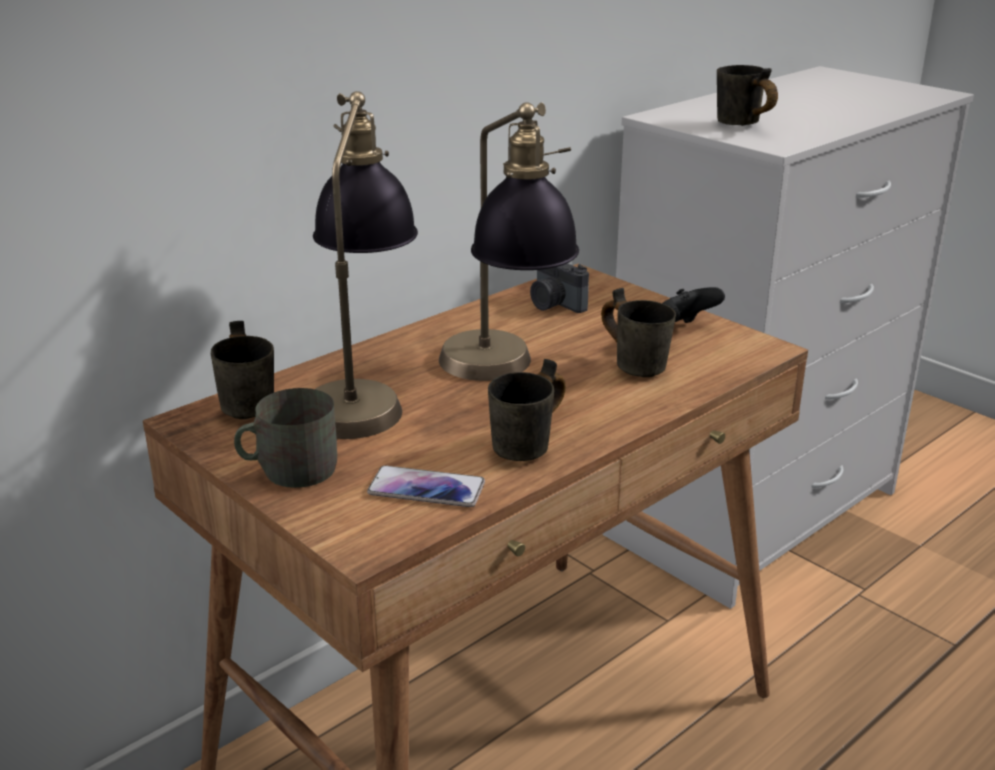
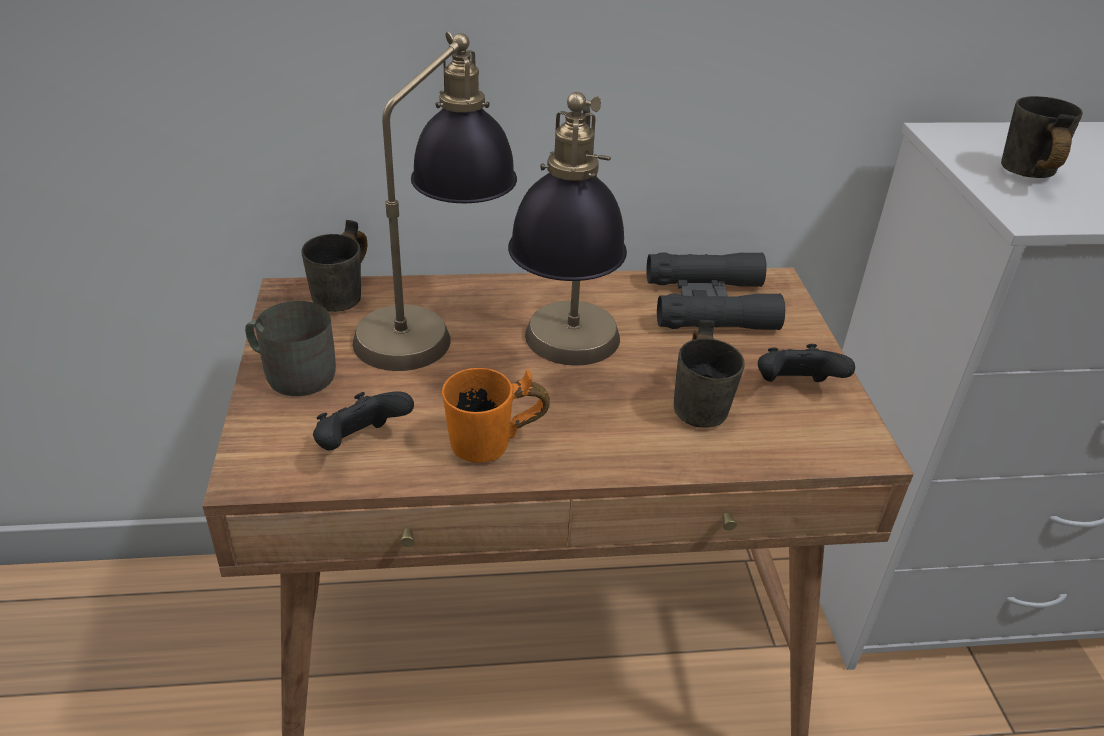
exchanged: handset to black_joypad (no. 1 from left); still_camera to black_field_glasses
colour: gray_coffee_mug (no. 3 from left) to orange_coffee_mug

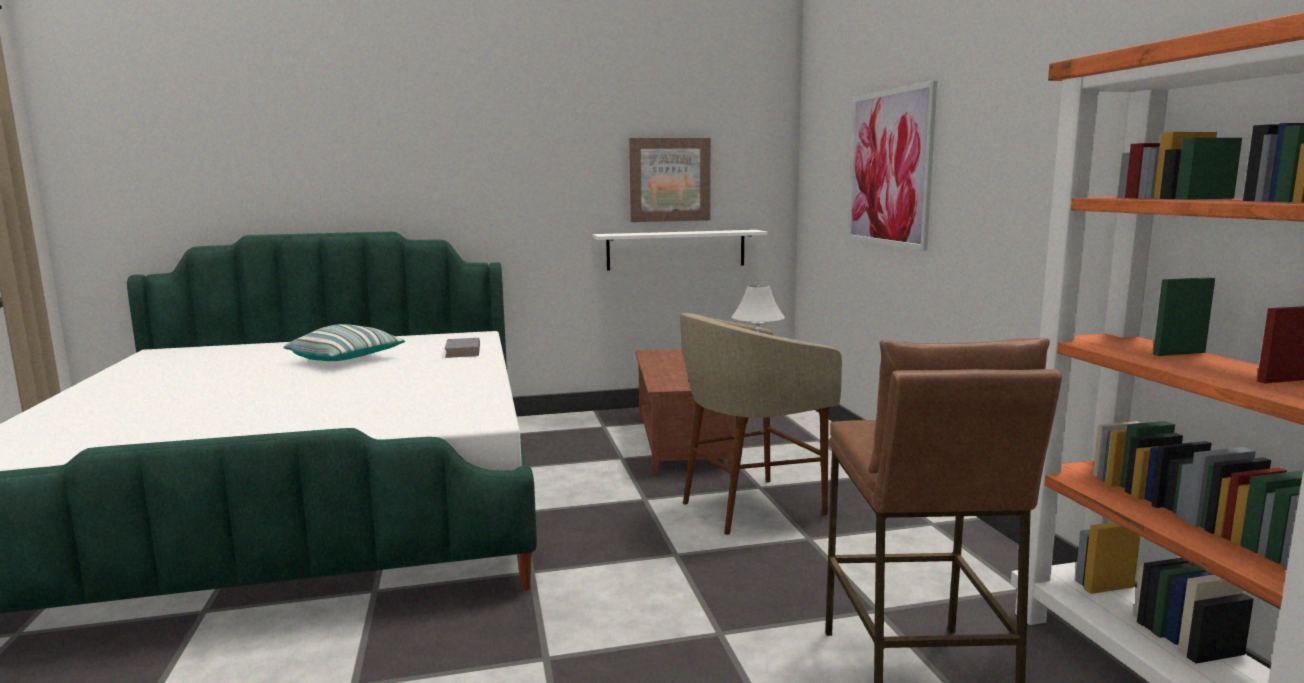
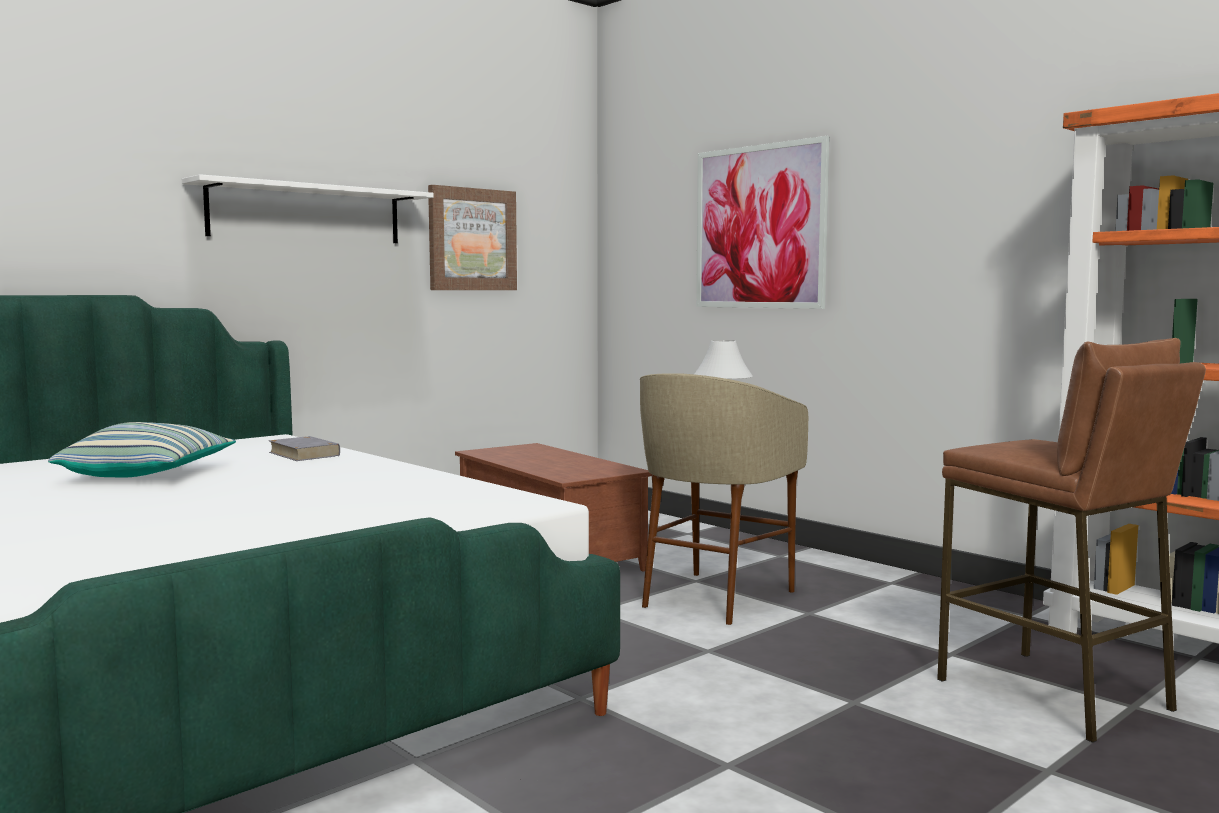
relocated: white-coloured_bracket_shelf

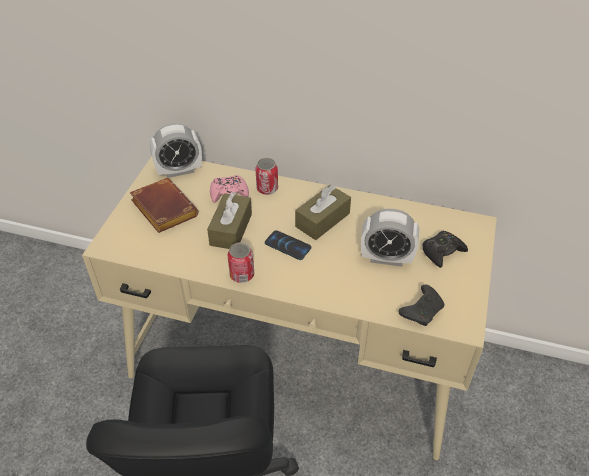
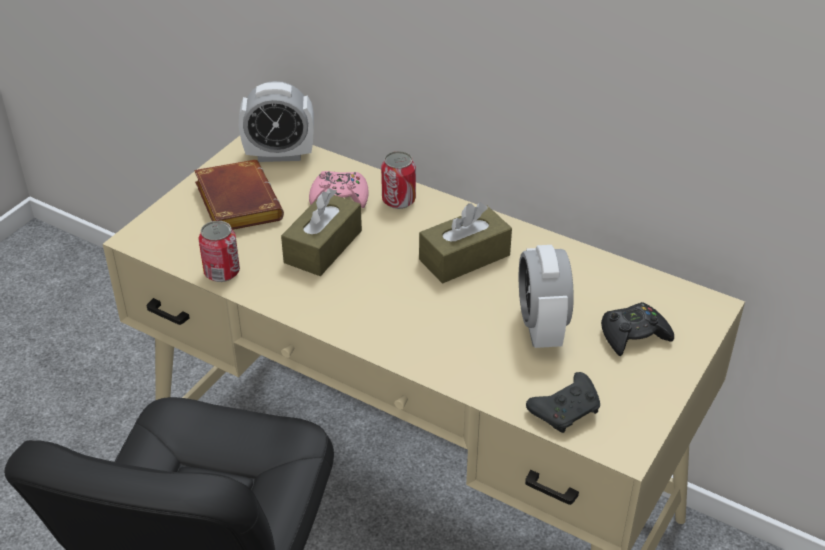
missing: handset
relocated: metal_can (no. 1 from left)
spun: alarm_clock (no. 2 from left) 60 degrees clockwise

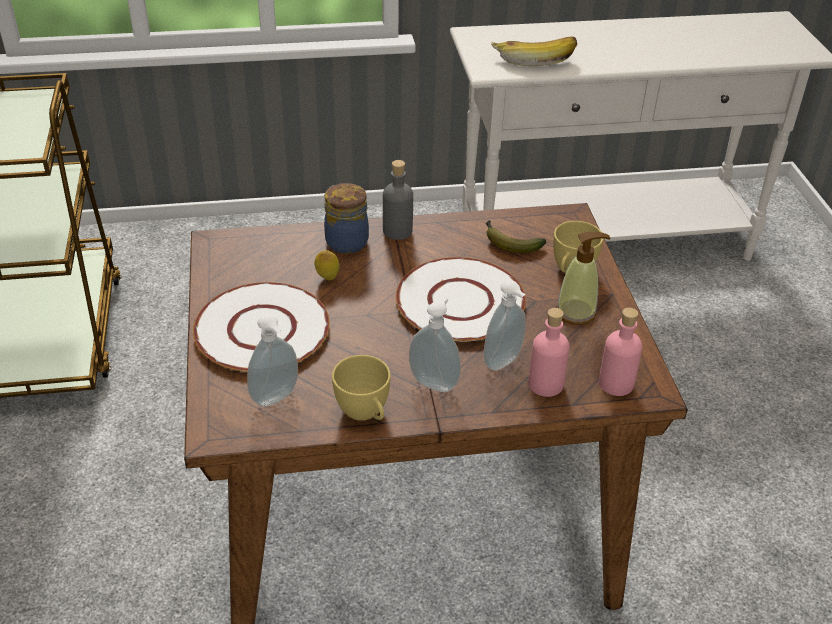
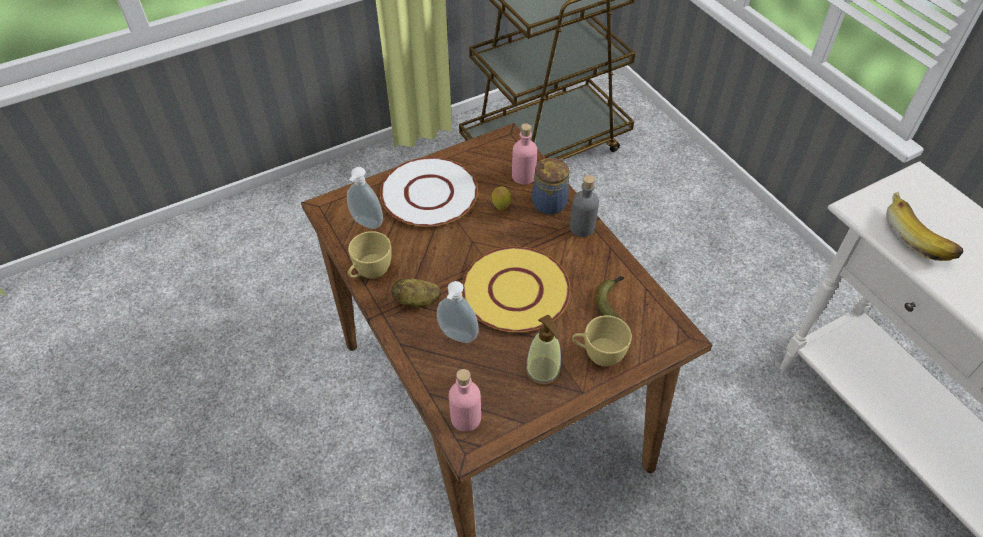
relocated: pink_bottle (no. 1 from left in the first image) to pink_bottle (no. 2 from left)
exchanged: soap_dispenser (no. 2 from left) to spud
colour: white-coloured_plate (no. 2 from left) to yellowish_plate

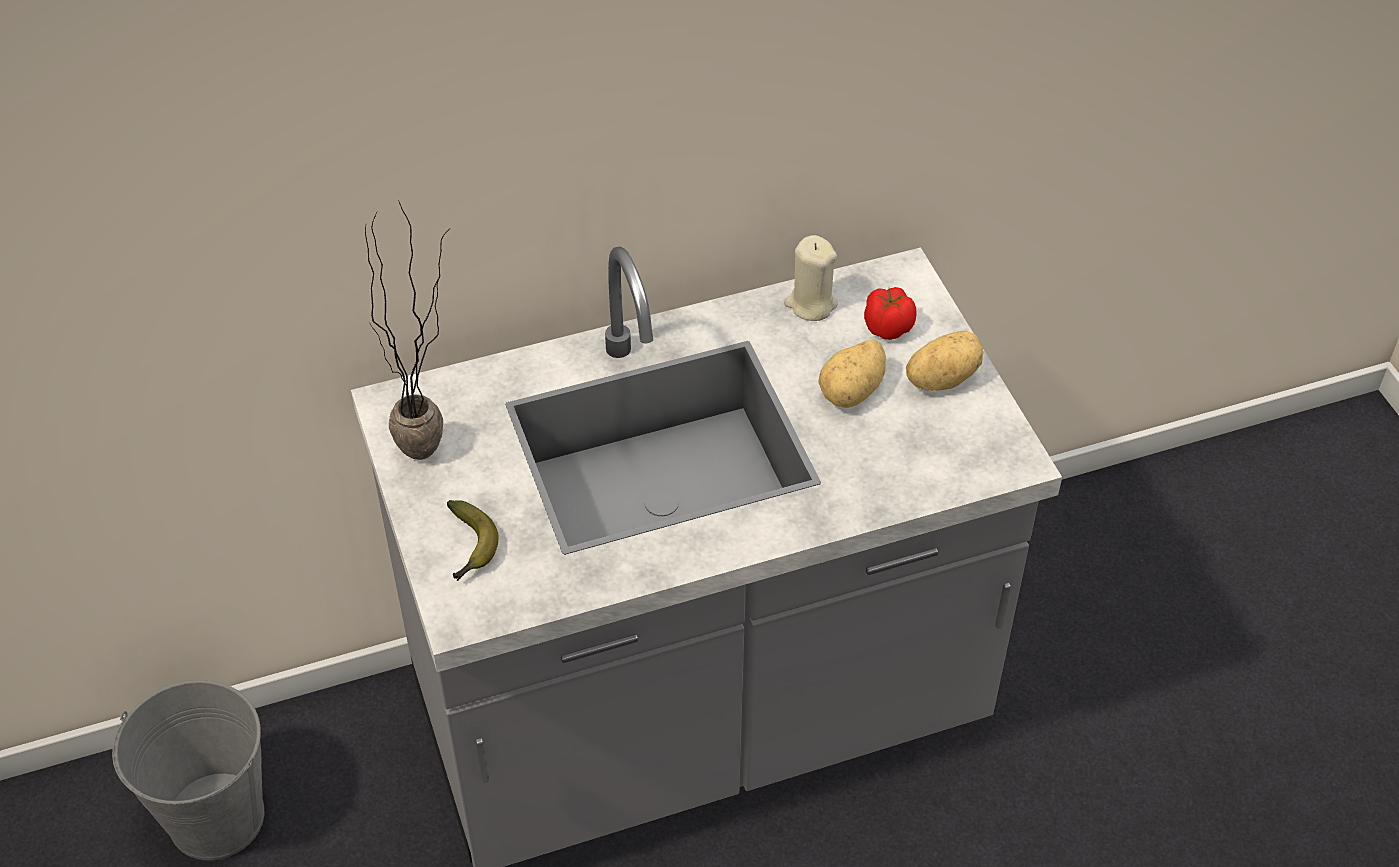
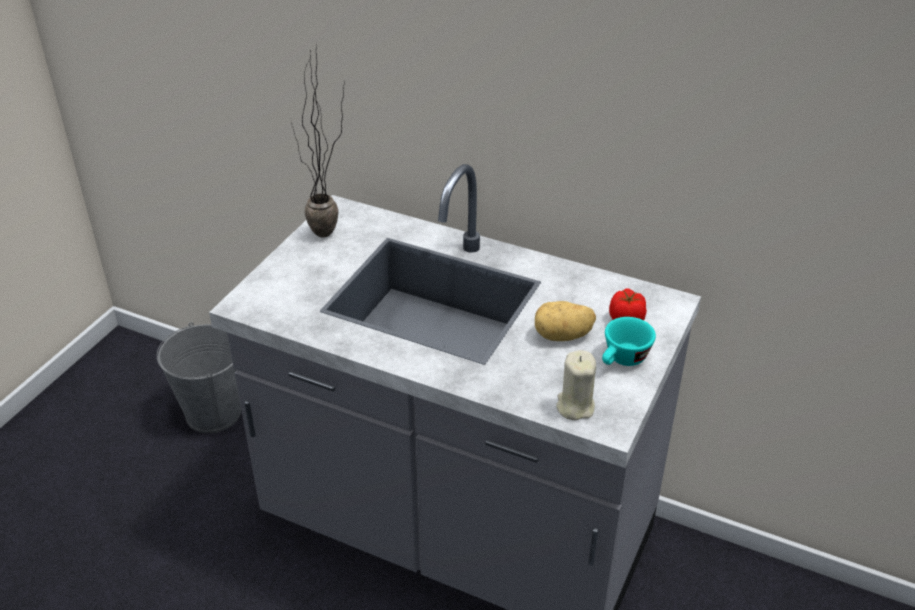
missing: banana
relocated: sand-coloured_wax_light
exchanged: spud (no. 2 from left) to blue-green_small_cup

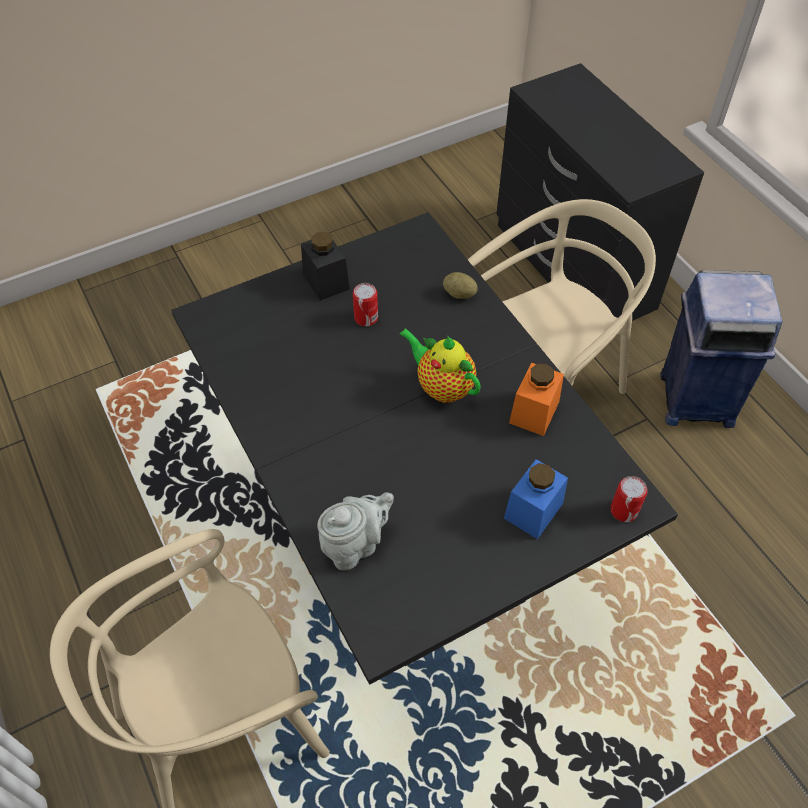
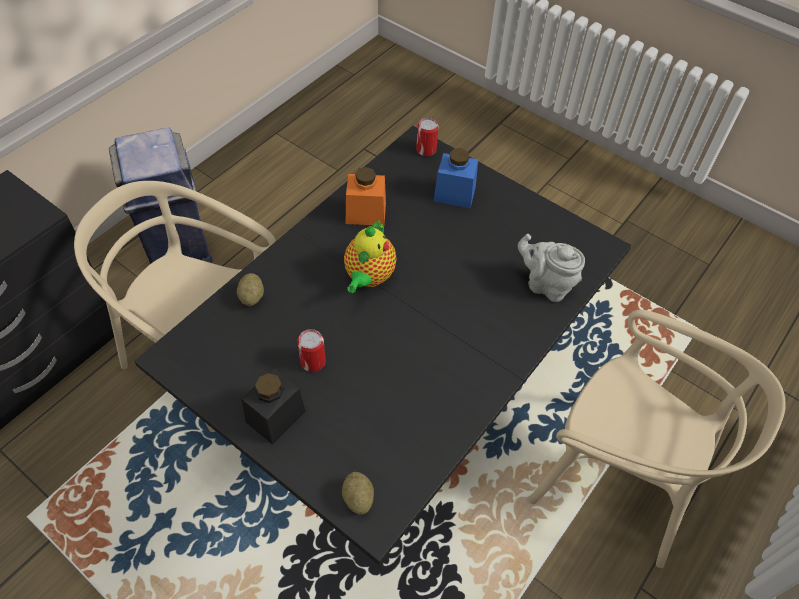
appeared: spud (no. 2 from left)

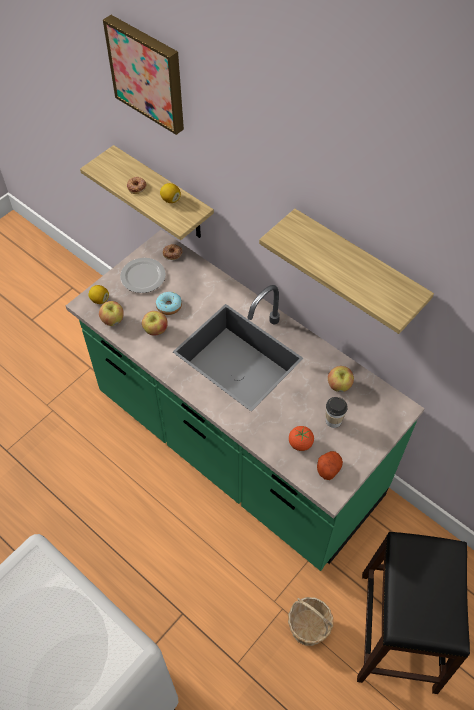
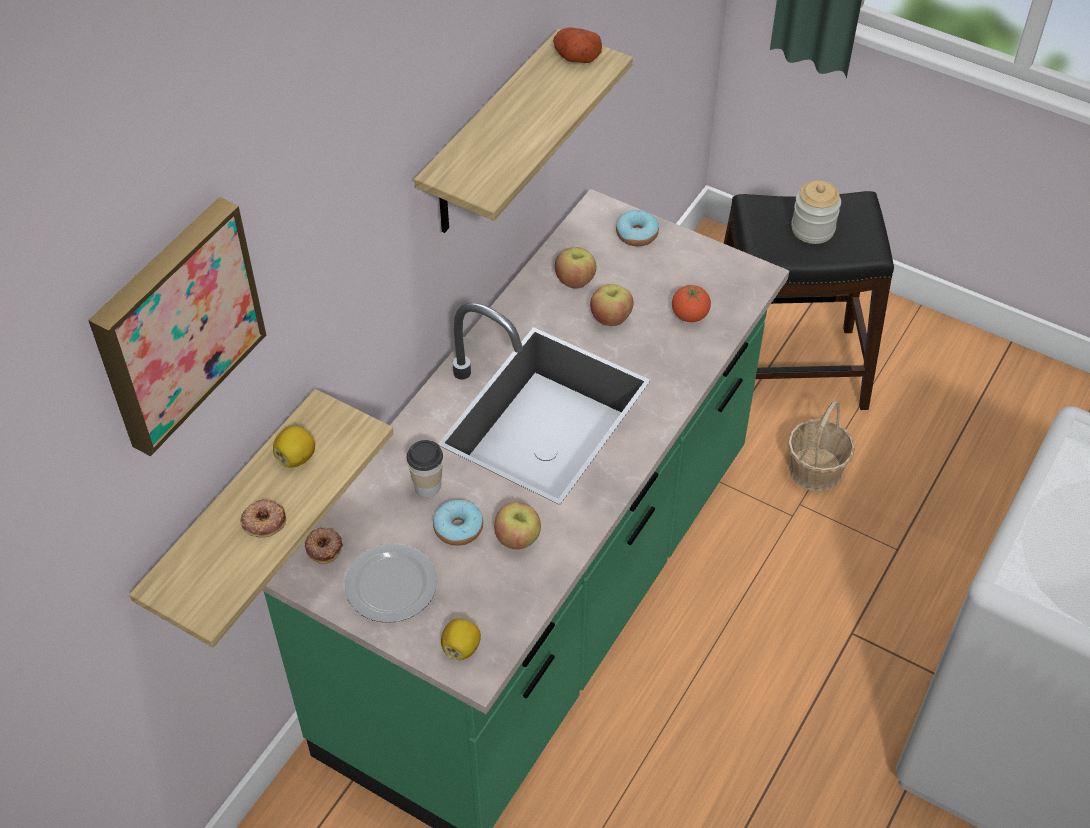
appeared: doughnut (no. 4 from left); storage_jar
relocated: small_cup; spud; whole_apple (no. 1 from left in the first image) to whole_apple (no. 3 from left)

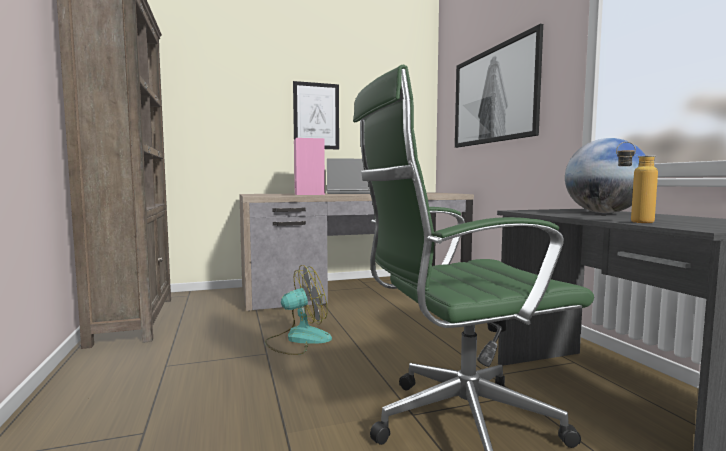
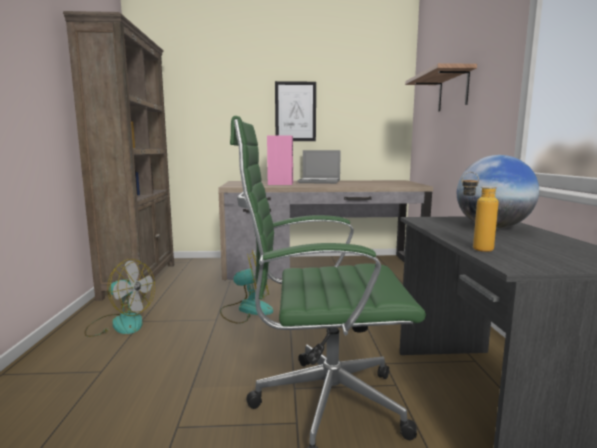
appeared: electric_fan (no. 1 from left)
exchanged: wall_picture (no. 2 from left) to bracket_shelf

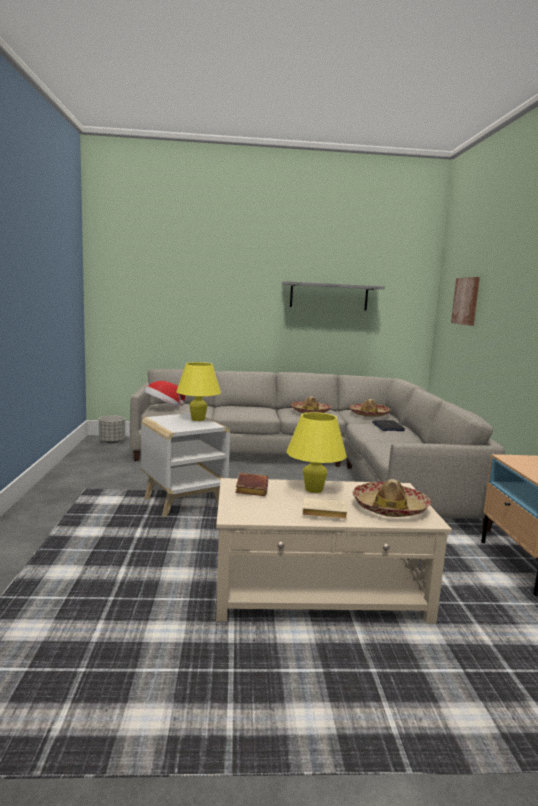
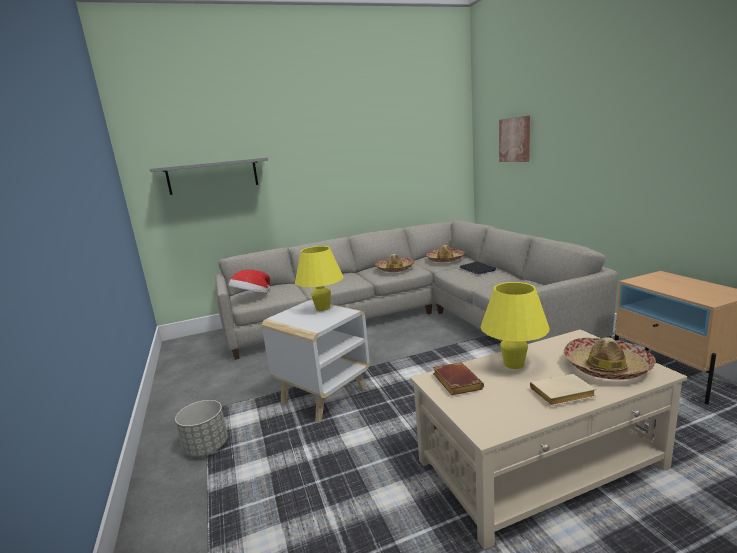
relocated: gray_bracket_shelf; gray_flower_pot

